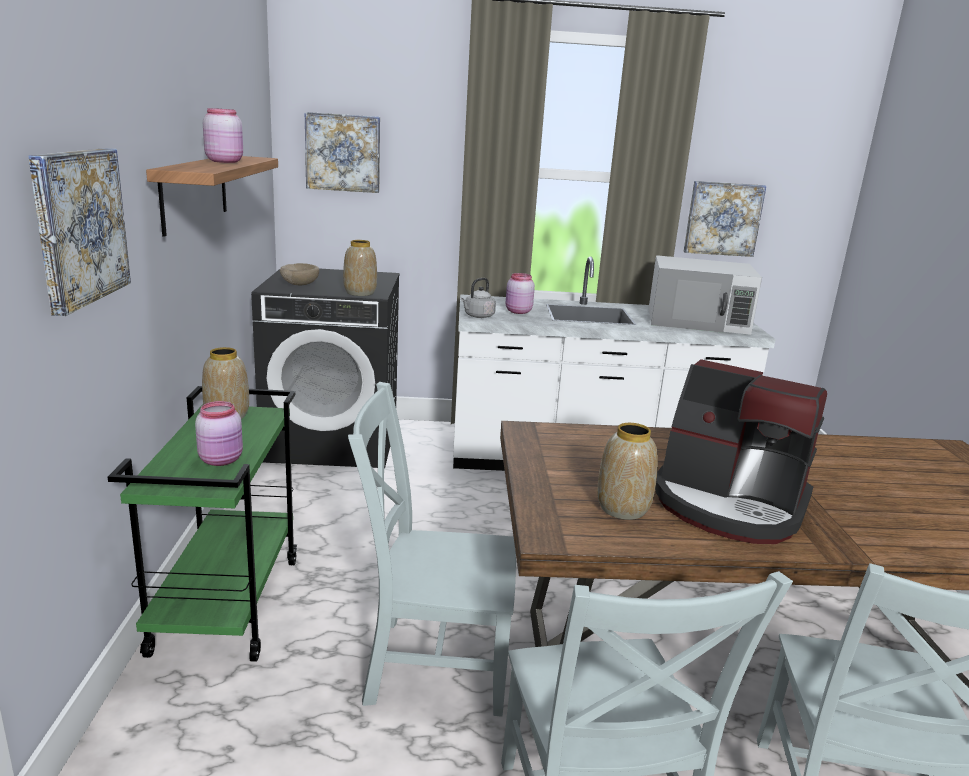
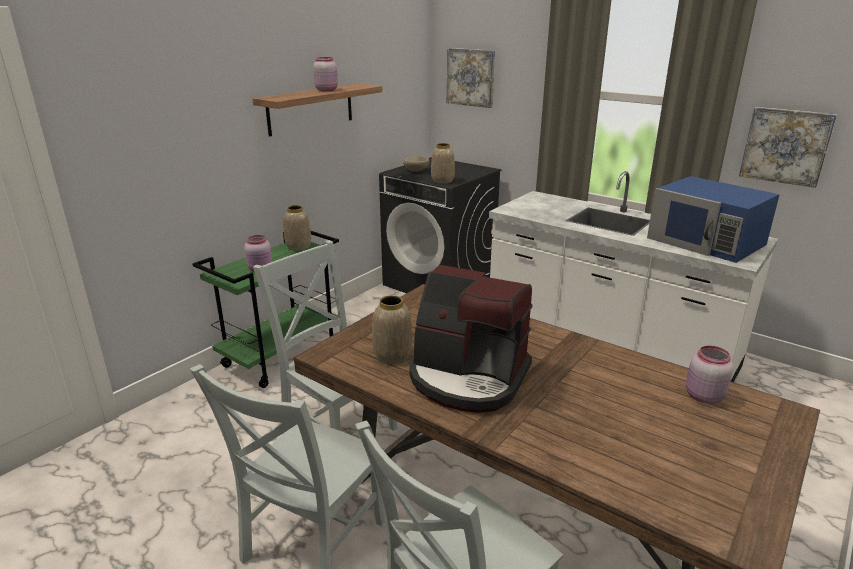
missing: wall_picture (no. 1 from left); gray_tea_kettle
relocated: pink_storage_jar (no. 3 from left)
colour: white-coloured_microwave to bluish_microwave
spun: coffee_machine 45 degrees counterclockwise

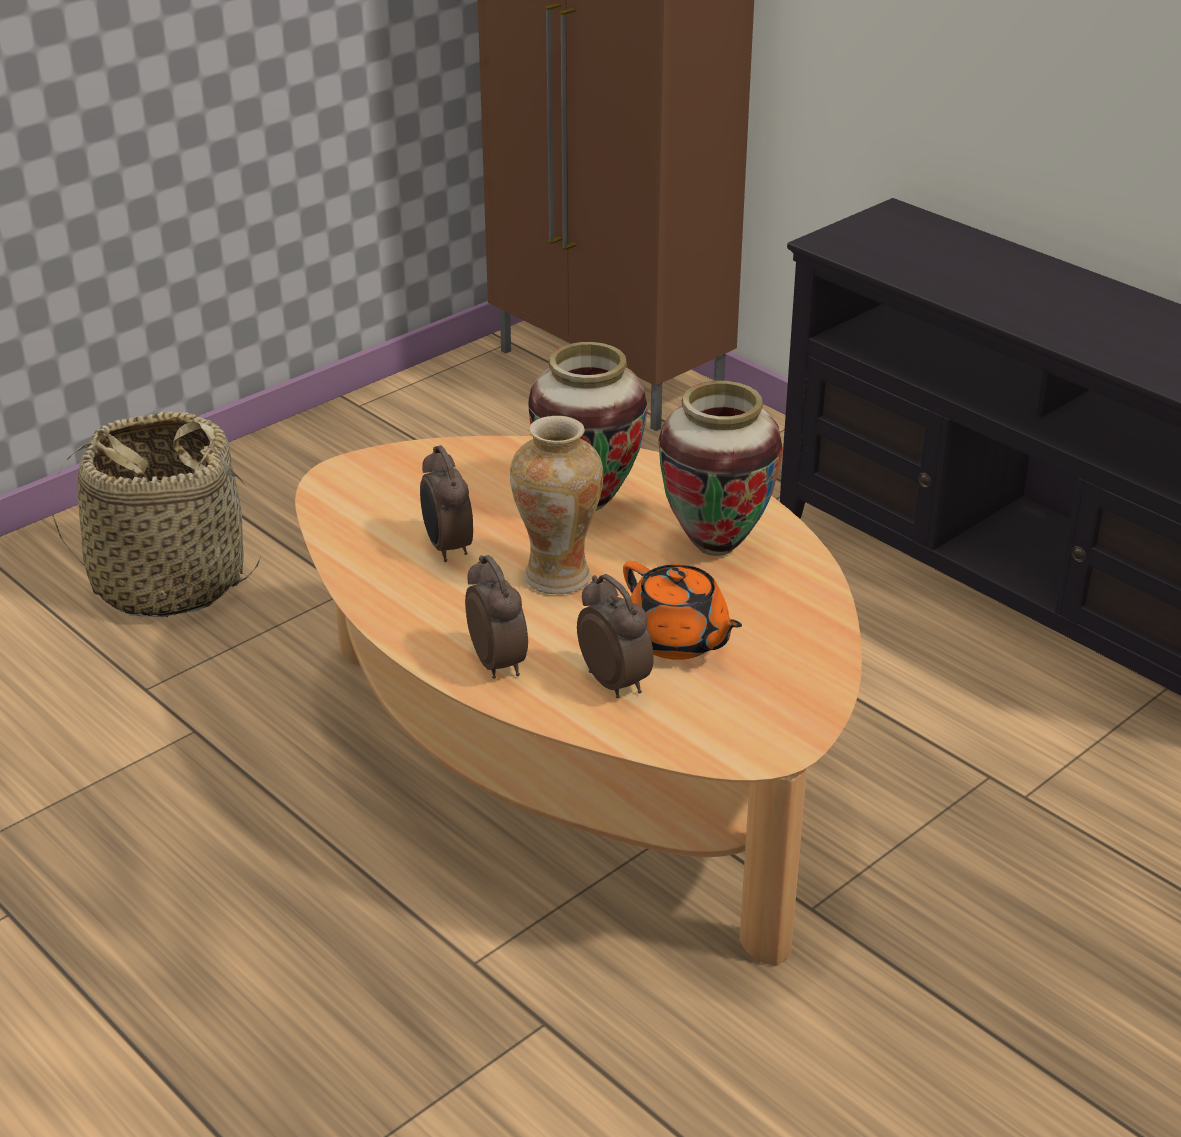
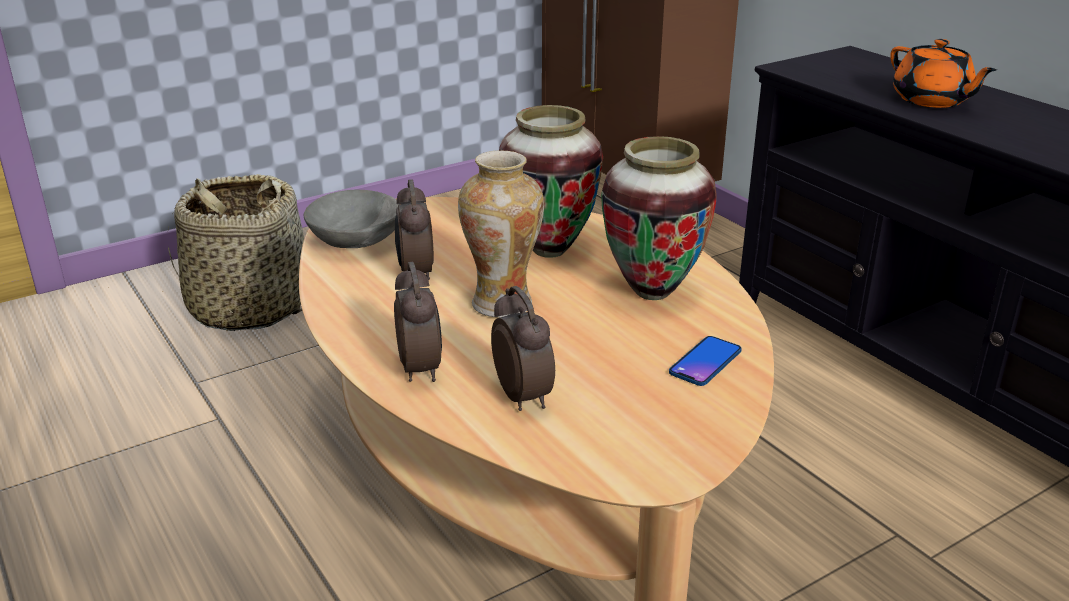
appeared: gray_serving_bowl; handset
relocated: orange_tea_pot

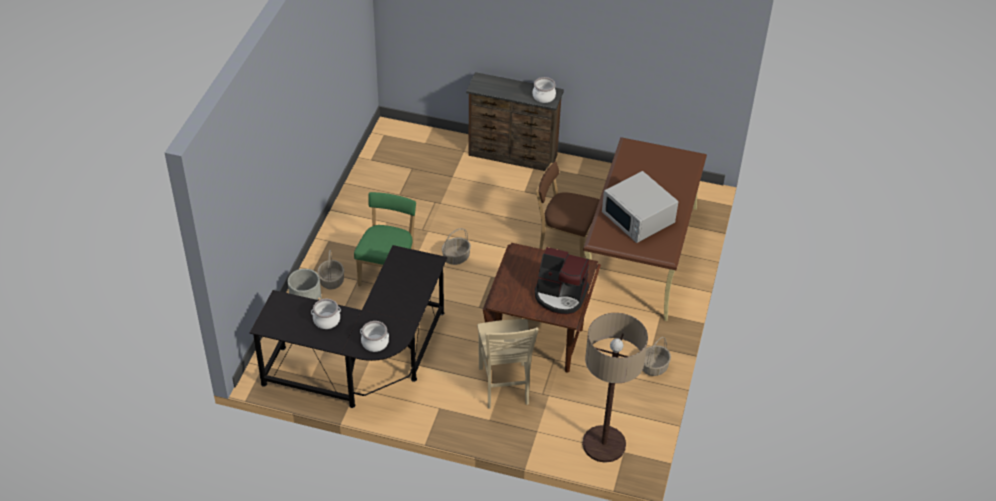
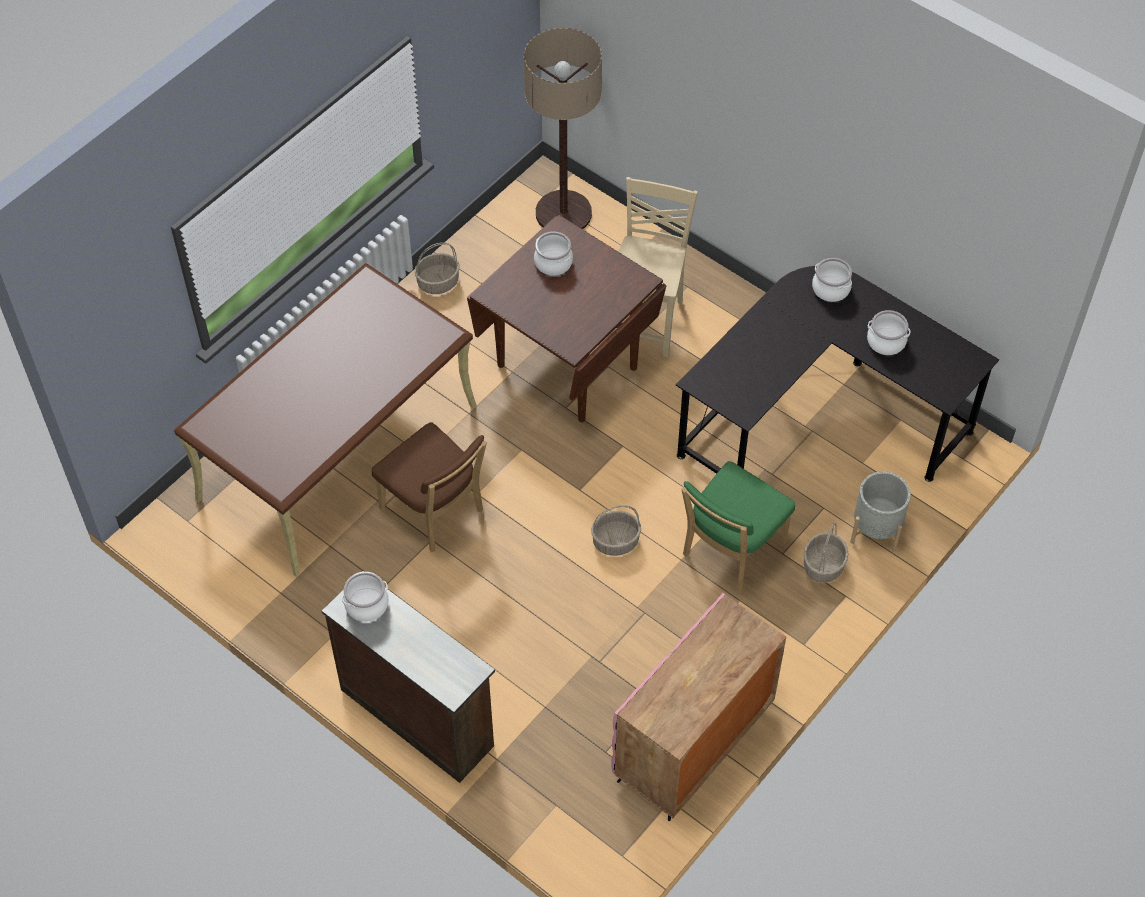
missing: white-coloured_microwave
appeared: pink_cabinet
exchanged: coffee_machine to stockpot (no. 2 from left)

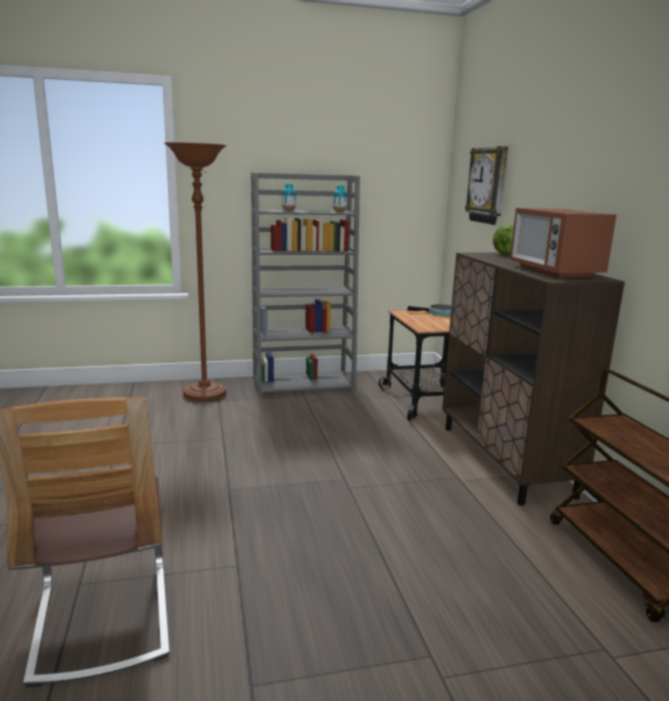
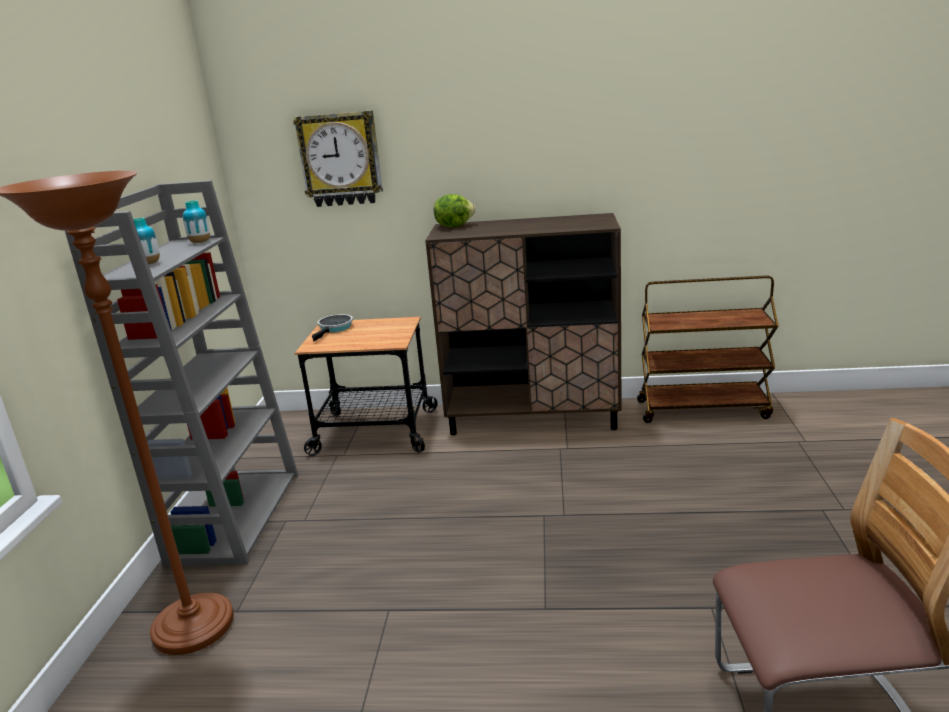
missing: microwave

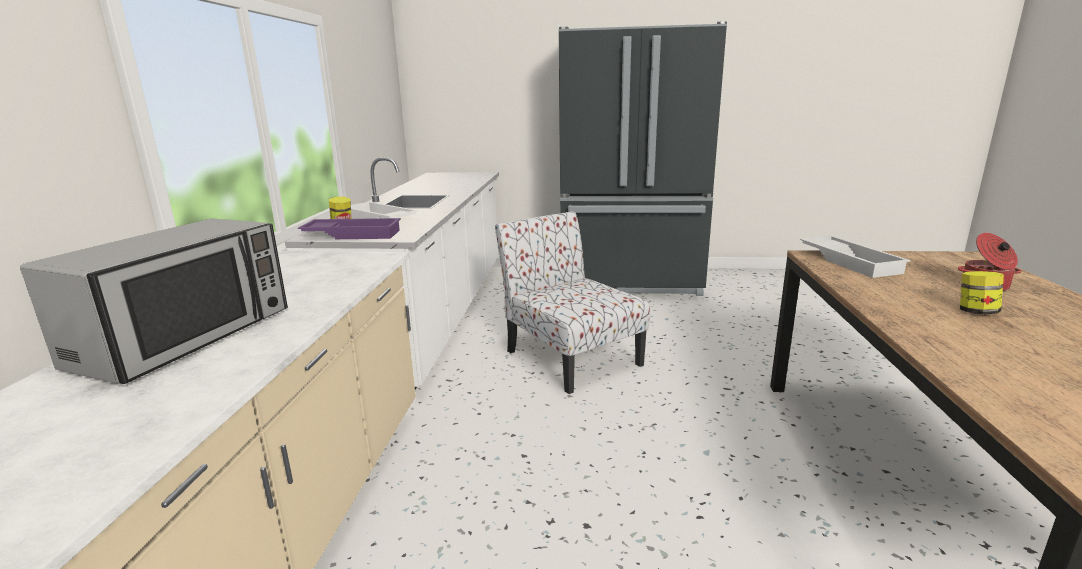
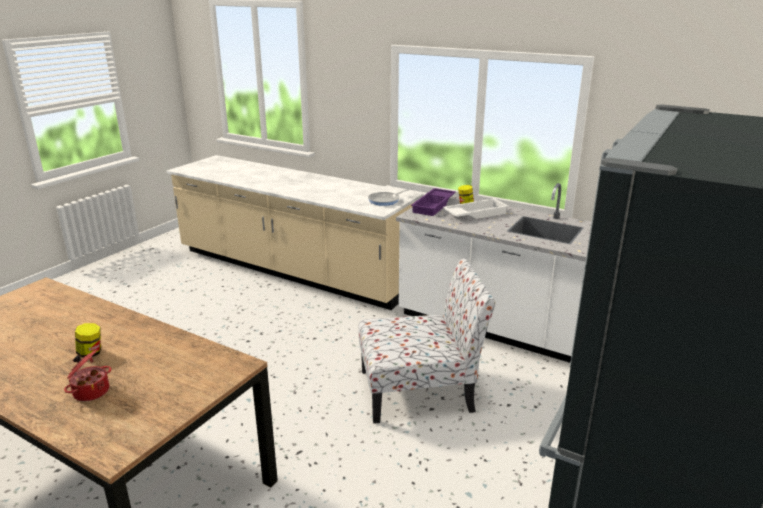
missing: microwave; white-coloured_tray (no. 2 from left)
appeared: pan

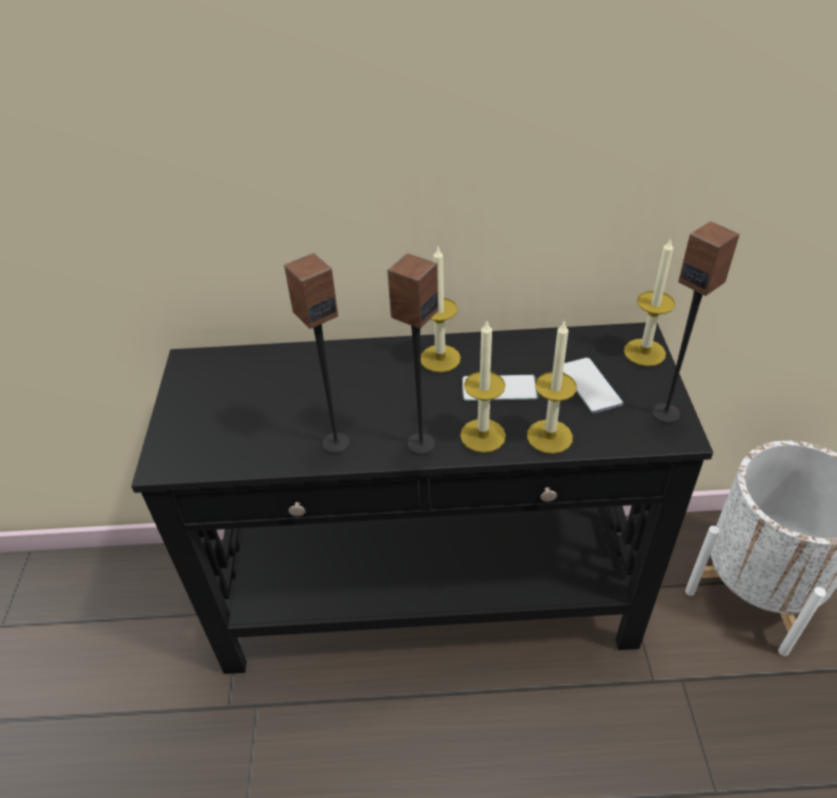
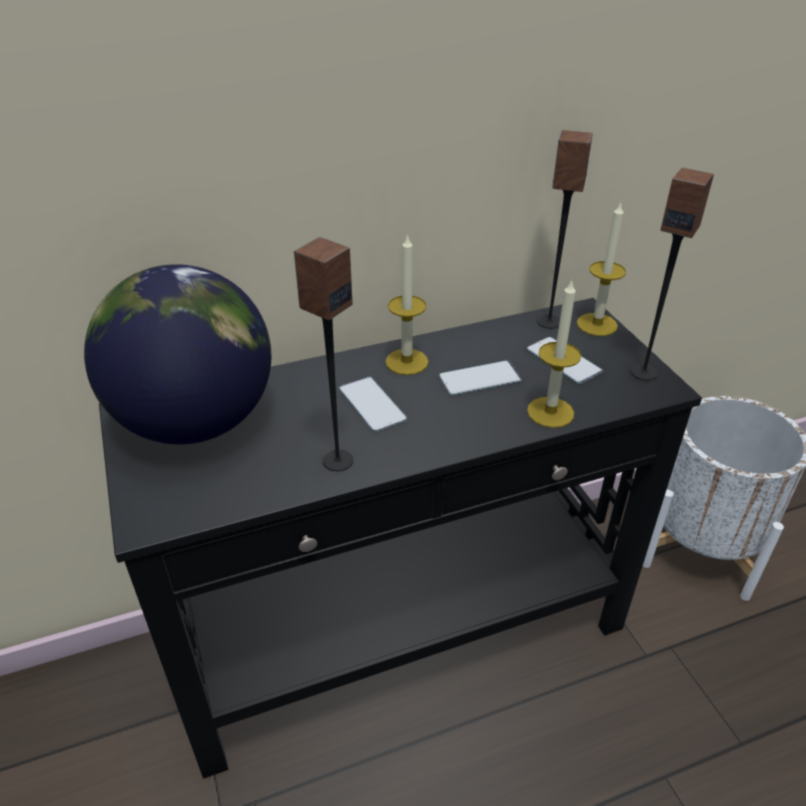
missing: wax_light (no. 2 from left)
appeared: globe; handset (no. 1 from left)
relocated: loudspeaker (no. 2 from left)

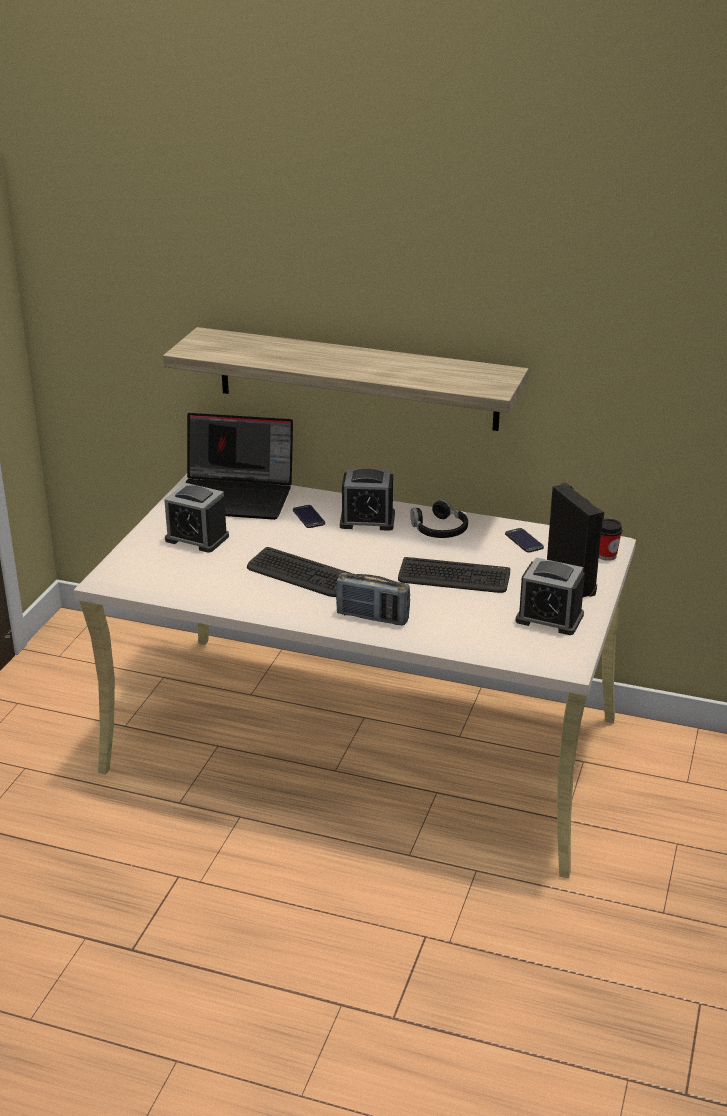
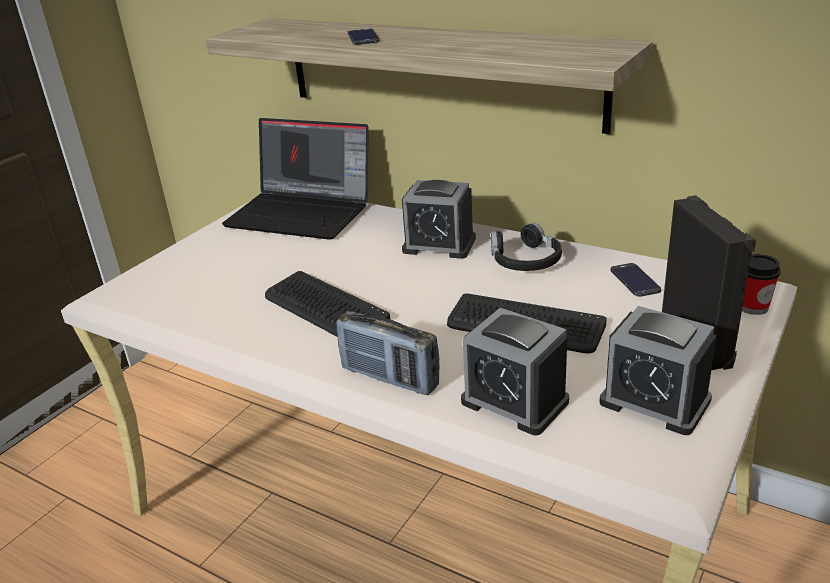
relocated: handset (no. 1 from left); alarm_clock (no. 1 from left in the first image) to alarm_clock (no. 2 from left)

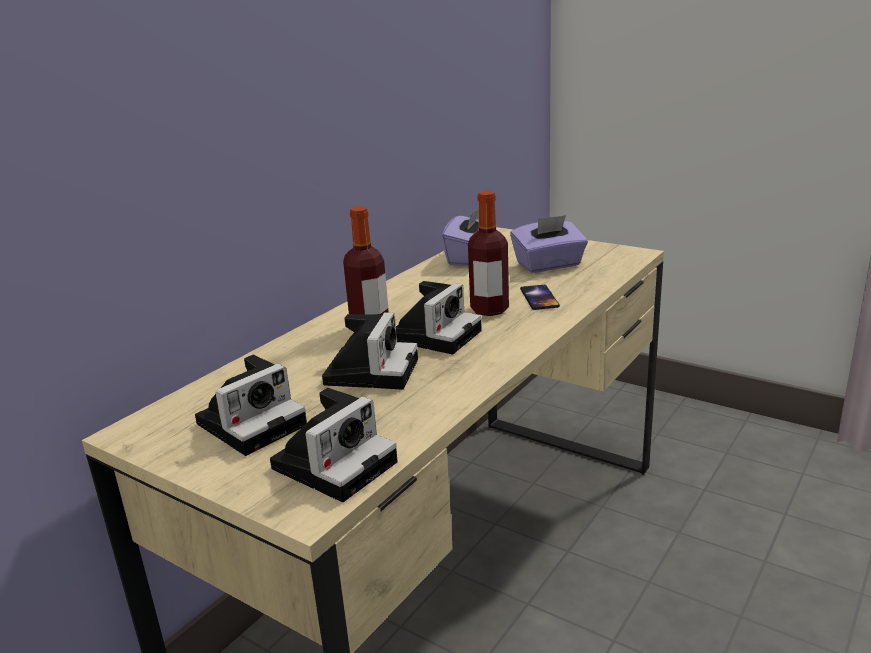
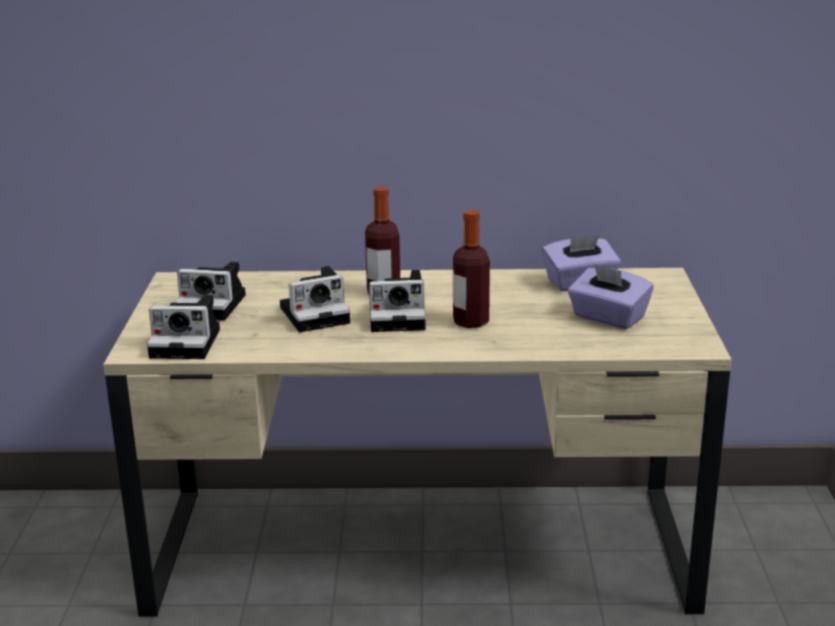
missing: handset

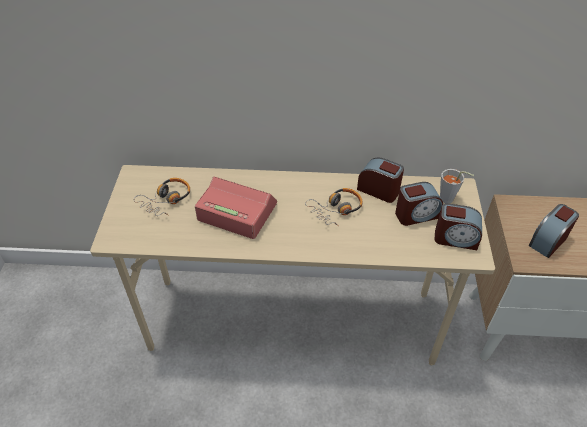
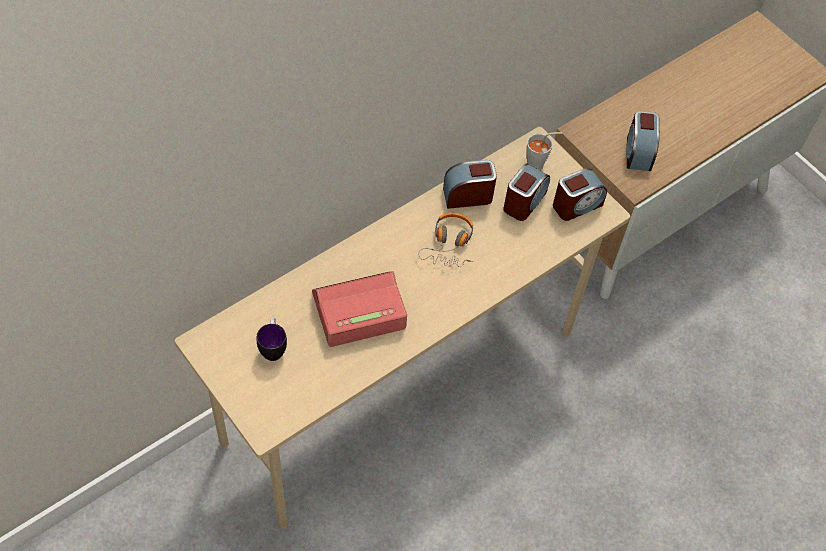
exchanged: pair_of_headphones (no. 1 from left) to coffee_mug

